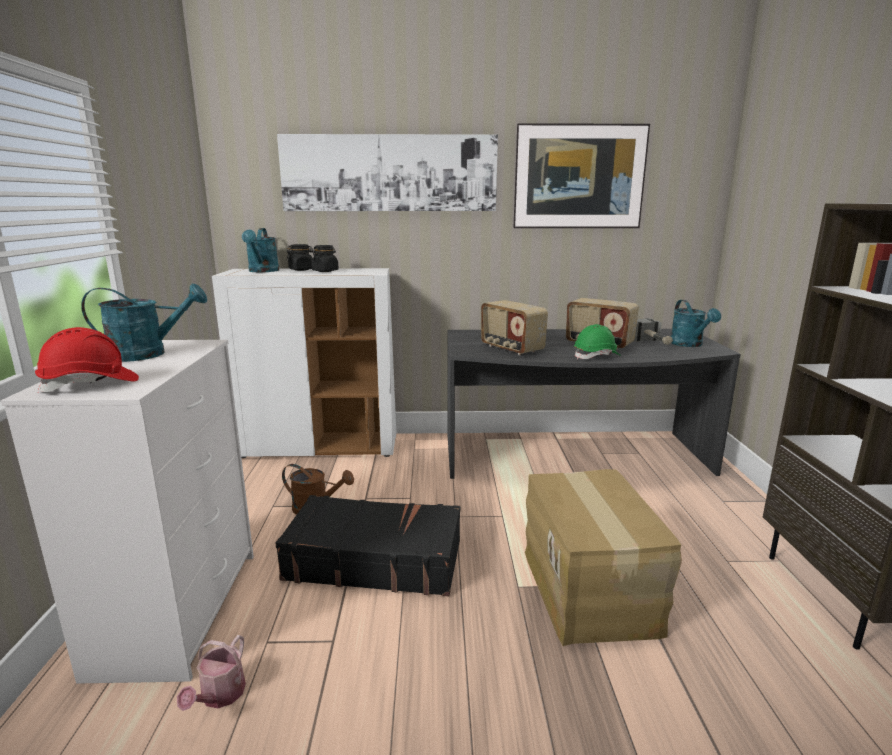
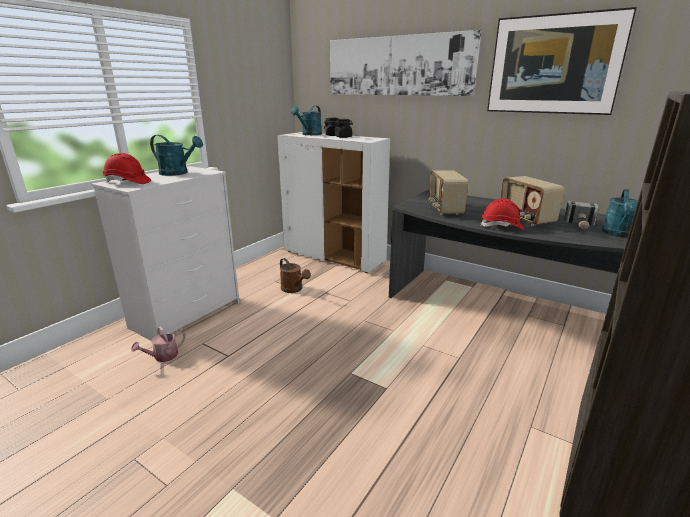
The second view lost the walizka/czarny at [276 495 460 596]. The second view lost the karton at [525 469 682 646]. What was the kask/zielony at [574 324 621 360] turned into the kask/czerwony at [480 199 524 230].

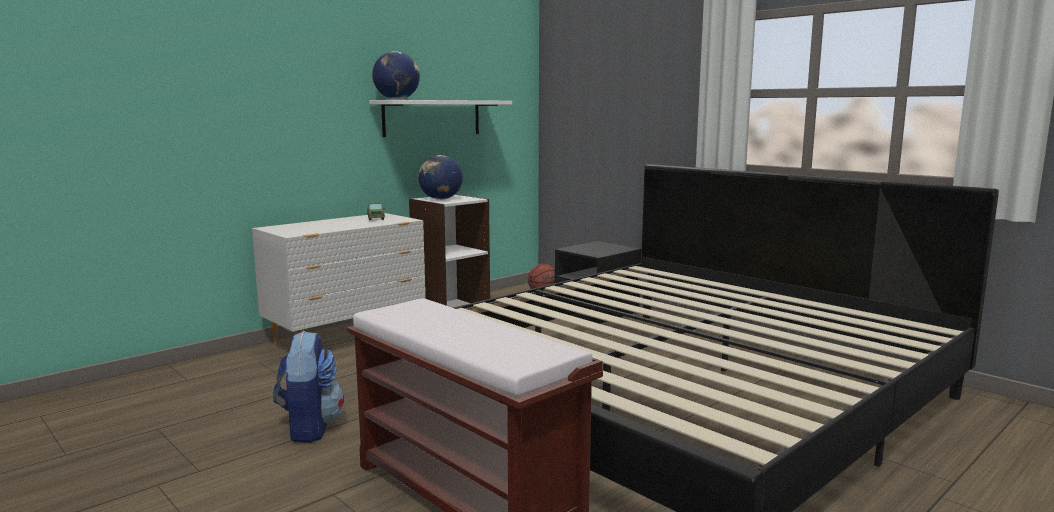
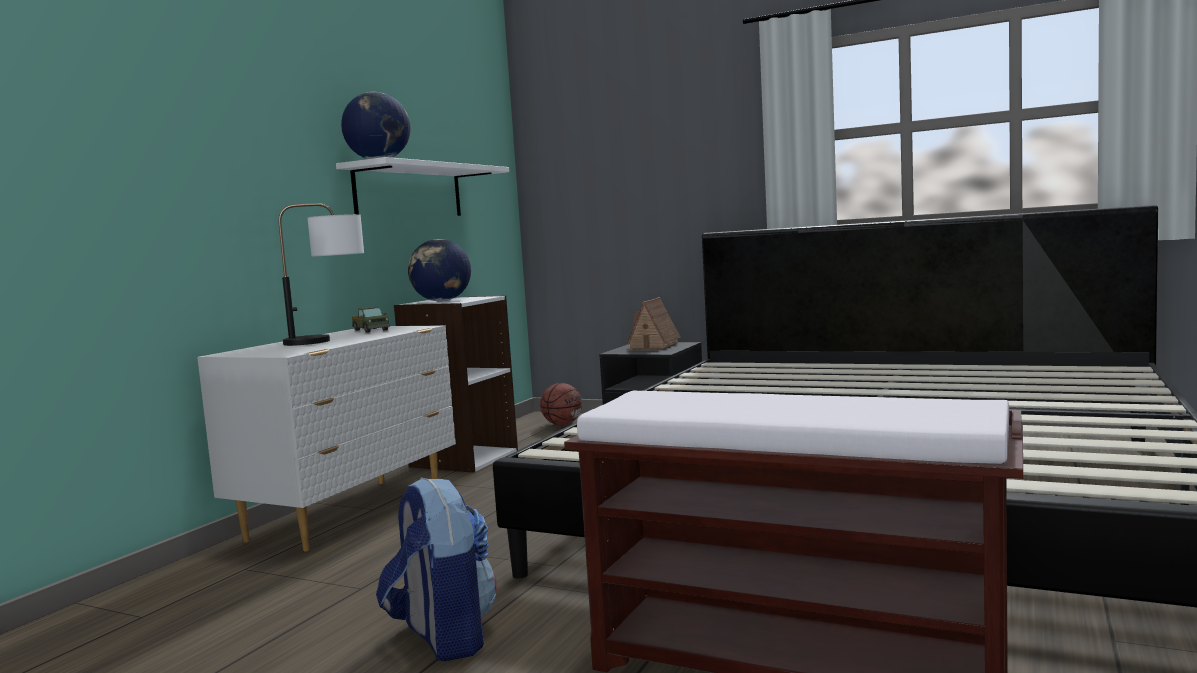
The second view gained the lampa stołowa at [278 203 364 346]. The second view gained the domek at [627 297 681 350].

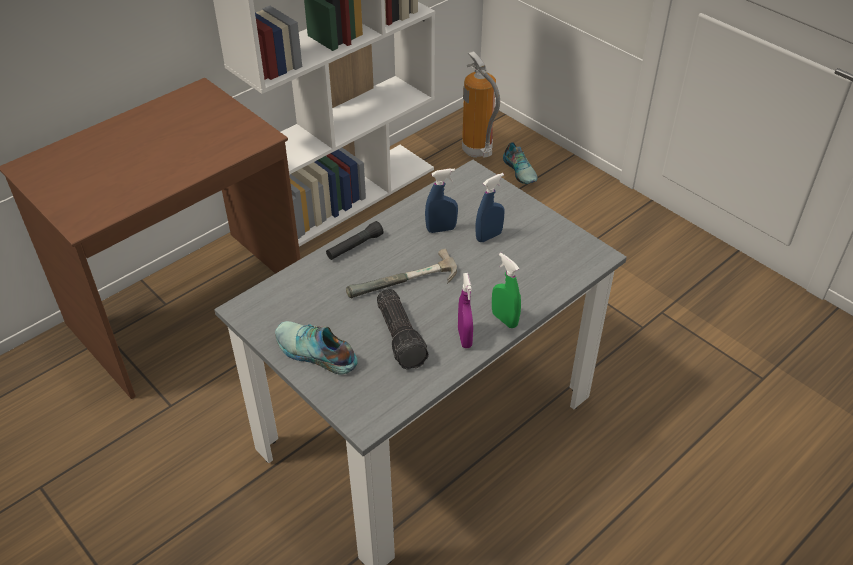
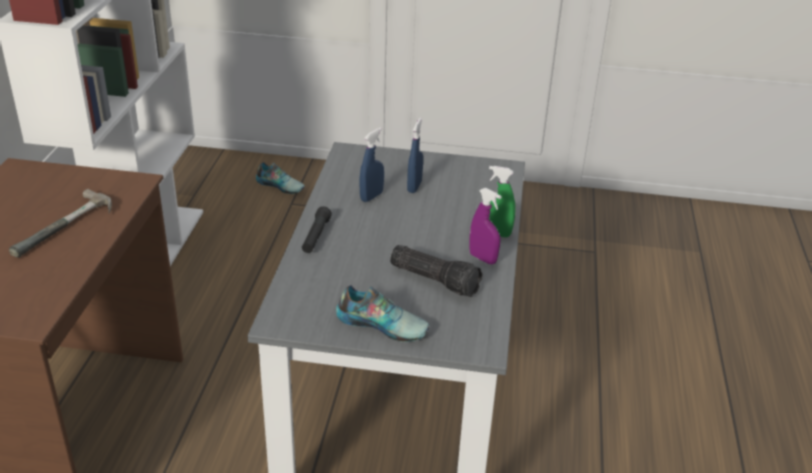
The but at [275 321 357 375] ended up facing another way, 150 degrees counterclockwise from before. The młotek ended up elsewhere, having gone from [346 249 457 298] to [9 189 112 258]. The second view lost the gaśnica at [462 51 500 158].

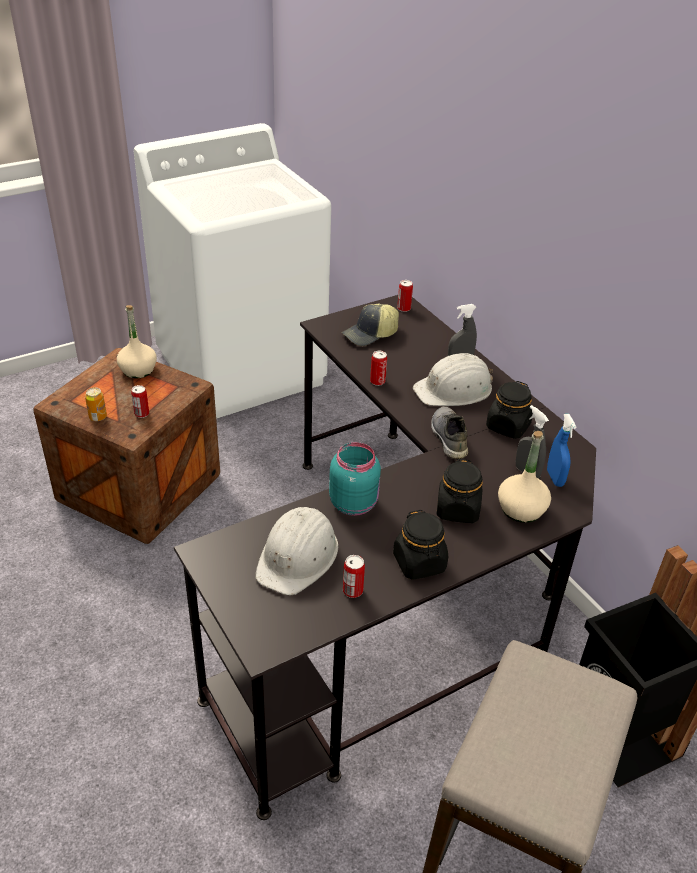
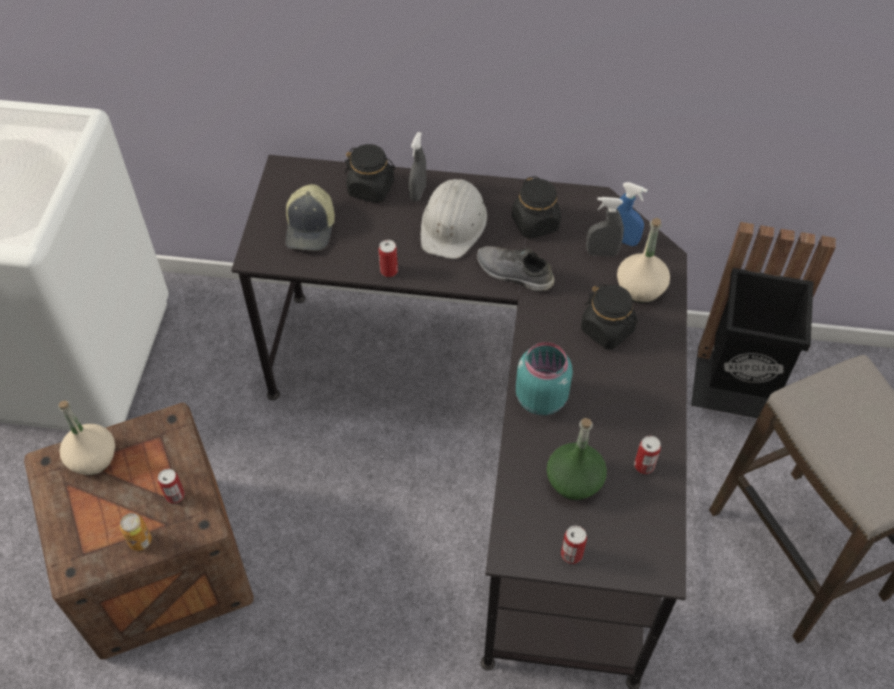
Where the kask/biały stood at [255 507 338 595], the butelka/zielony came to stand at [547 418 607 500]. The słoik/czarny ended up elsewhere, having gone from [393 510 448 580] to [345 144 396 203]. The puszka ended up elsewhere, having gone from [397 280 413 312] to [561 525 587 564].

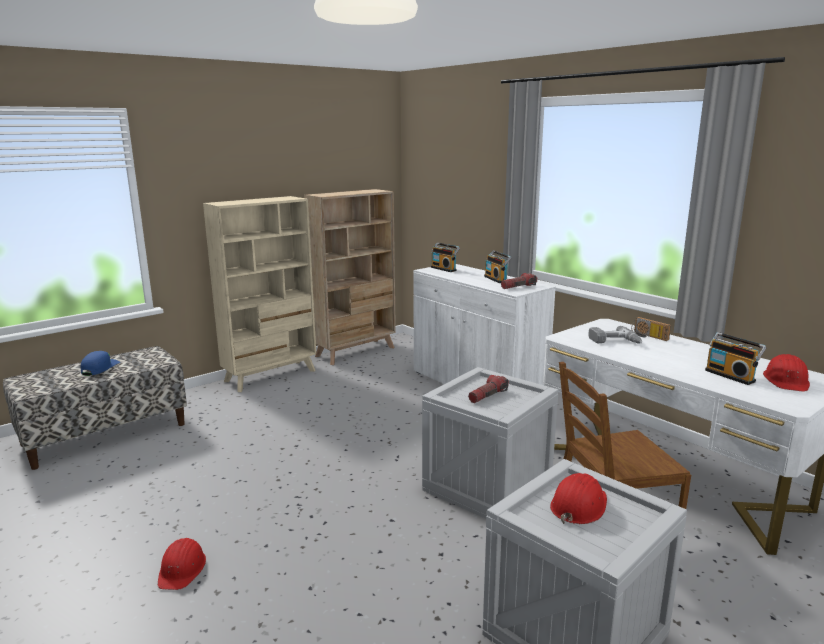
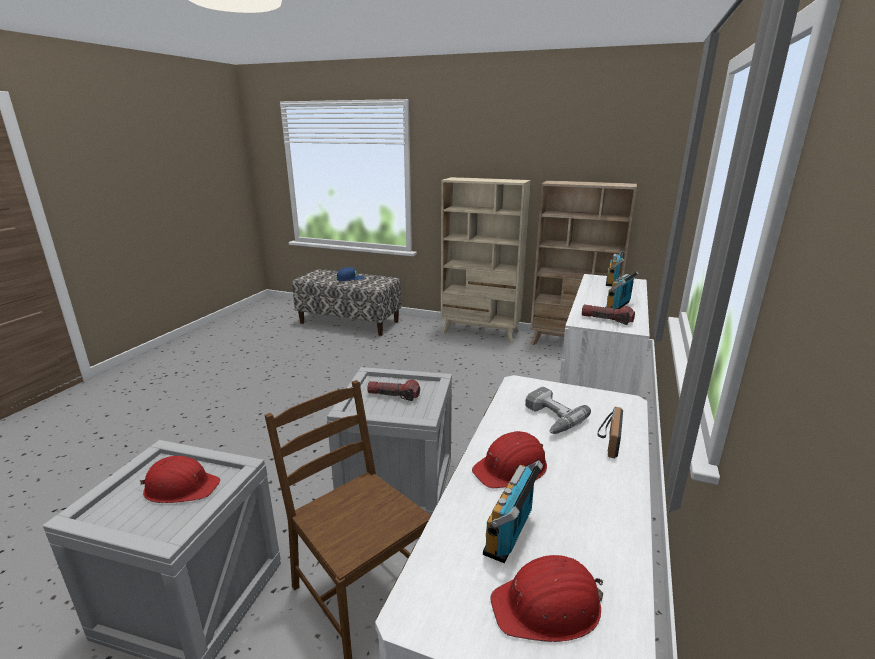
The kask/czerwony ended up elsewhere, having gone from [158 538 206 590] to [472 431 547 488].

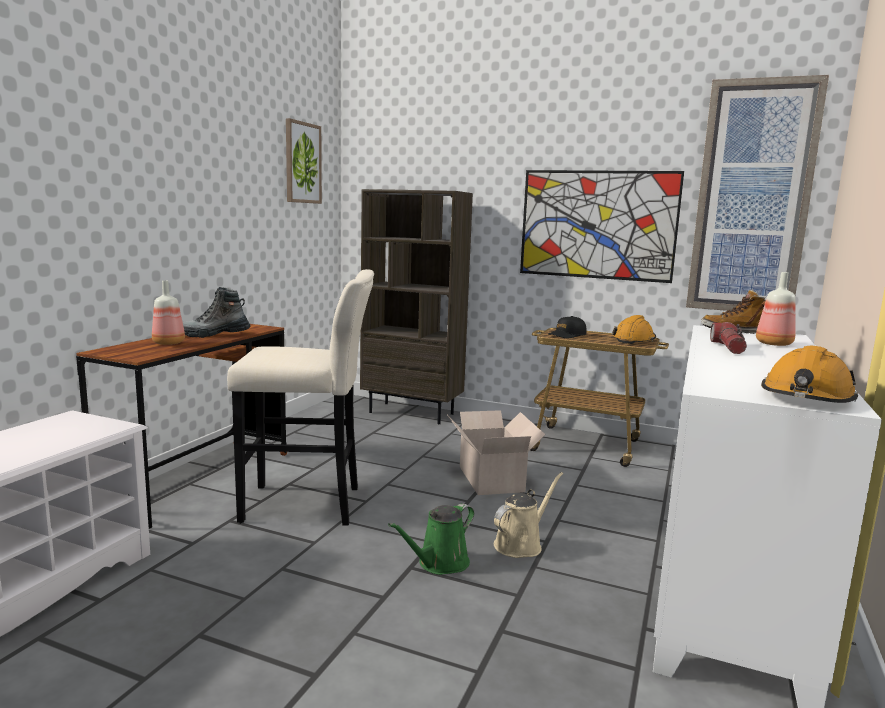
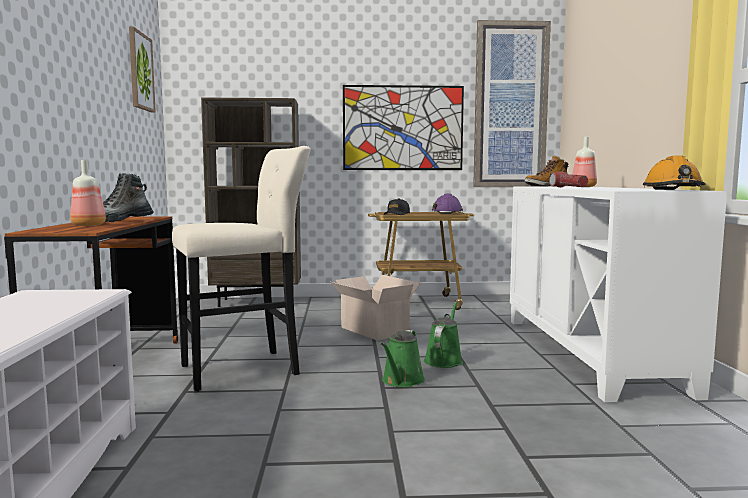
What was the konewka/beżowy at [494 472 563 558] turned into the konewka/zielony at [424 302 463 368]. What was the kask/pomarańczowy at [612 315 656 344] turned into the kask/fioletowy at [432 194 463 214].

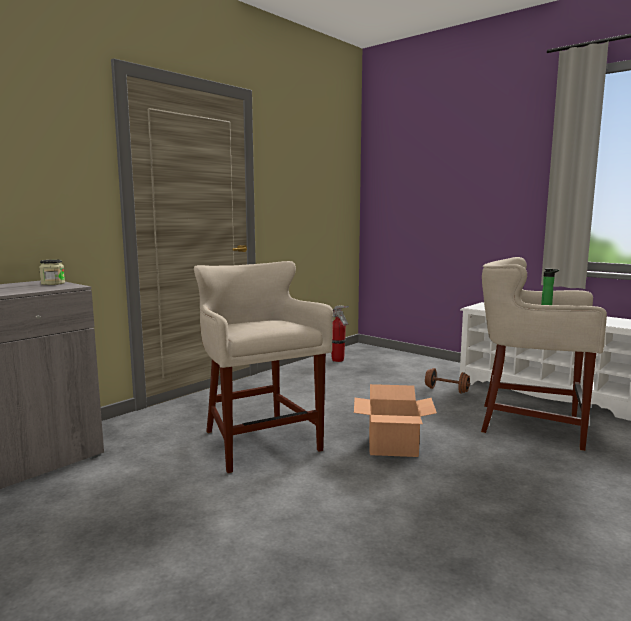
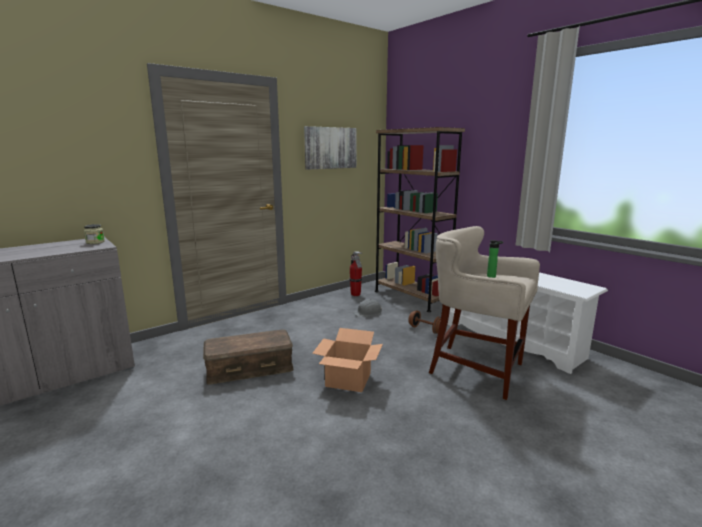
Where the stołek/beżowy stood at [194 261 333 473], the pojemnik do przechowywania/brązowy came to stand at [203 329 294 385]. The second view gained the obraz at [304 126 356 170]. The second view gained the kask/szary at [353 299 382 317]. The second view gained the regał/brązowy at [375 127 465 312].

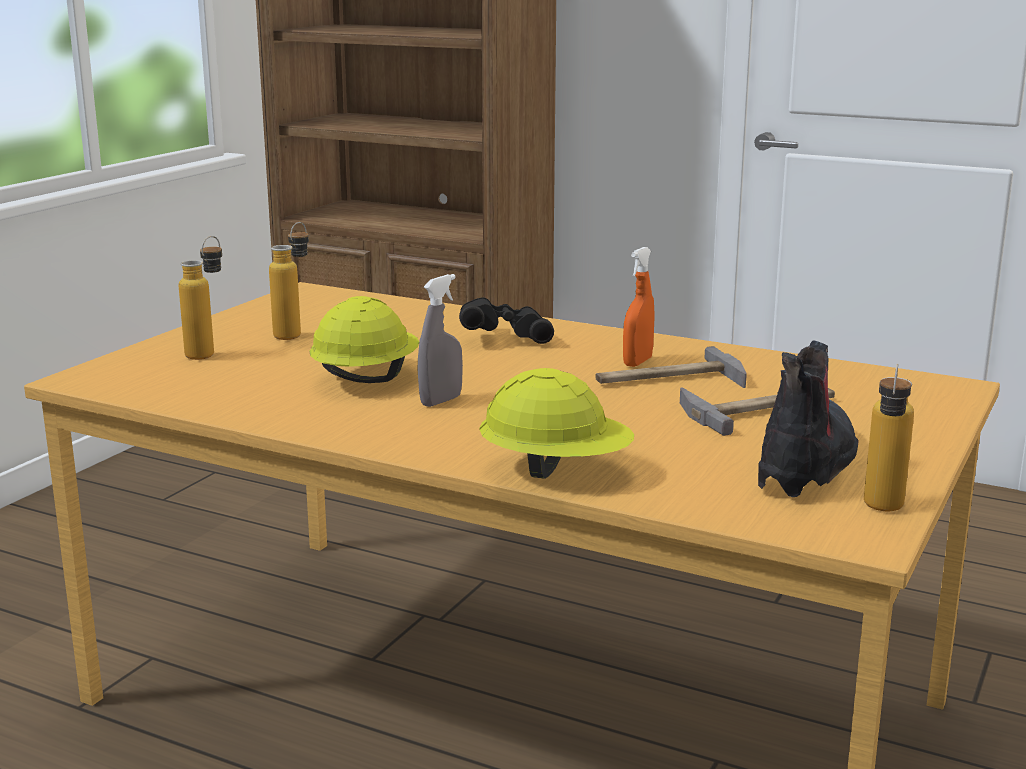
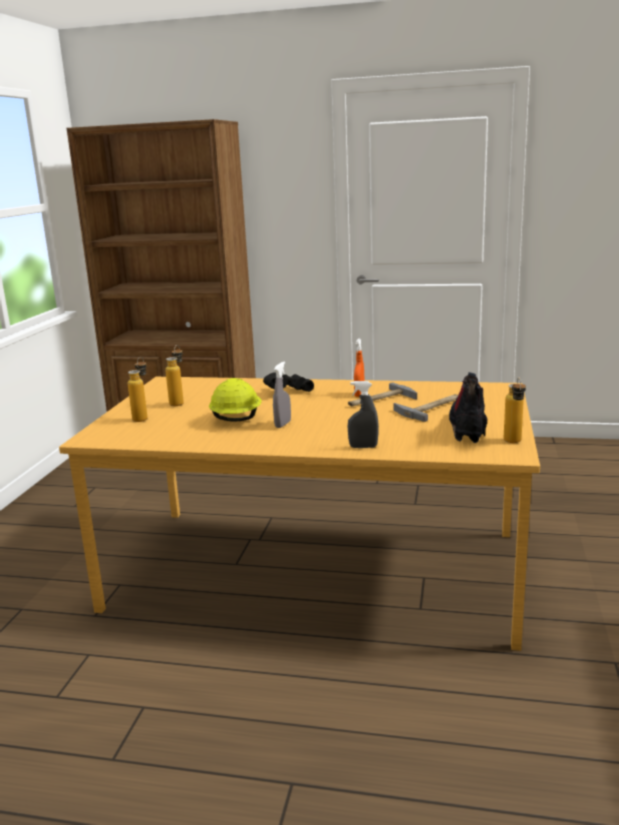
Where the kask/żółty stood at [479 368 634 479], the spryskiwacz/szary came to stand at [347 381 379 448].

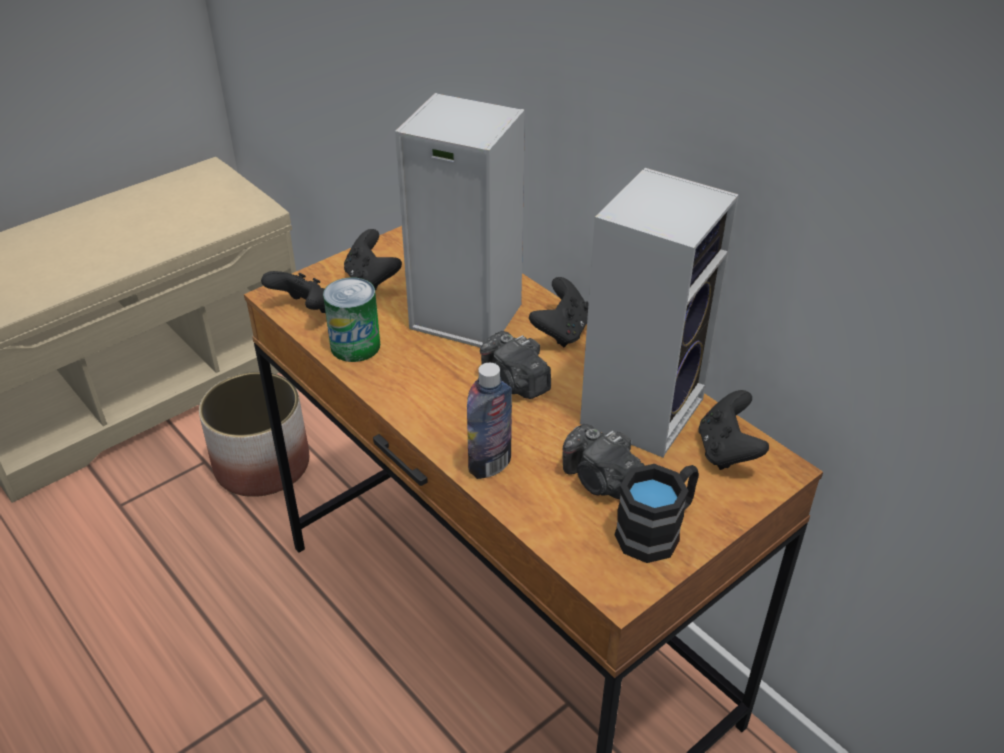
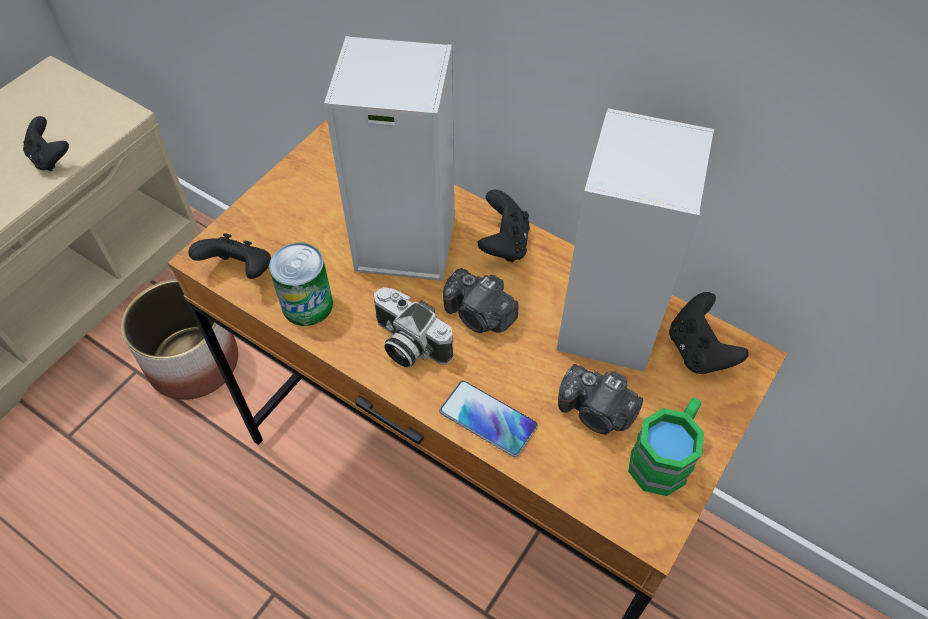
The pad do gier/czarny ended up elsewhere, having gone from [344 229 402 290] to [23 116 69 171]. Where the butelka stood at [467 363 512 479], the telefon came to stand at [439 381 538 457]. What was the kubek/czarny at [614 464 699 563] turned into the kubek/zielony at [628 398 704 496]. The second view gained the aparat fotograficzny at [374 287 453 367].

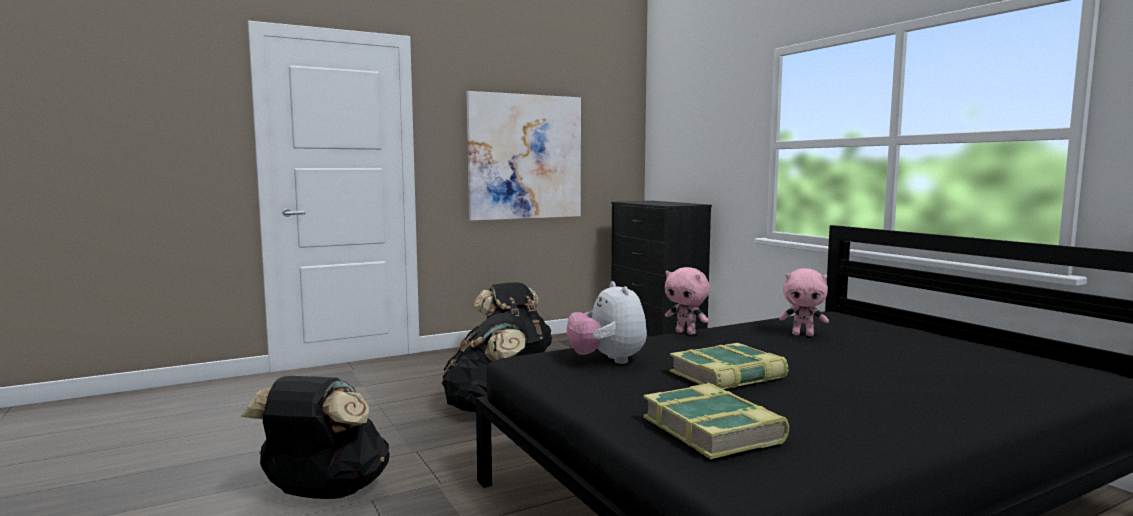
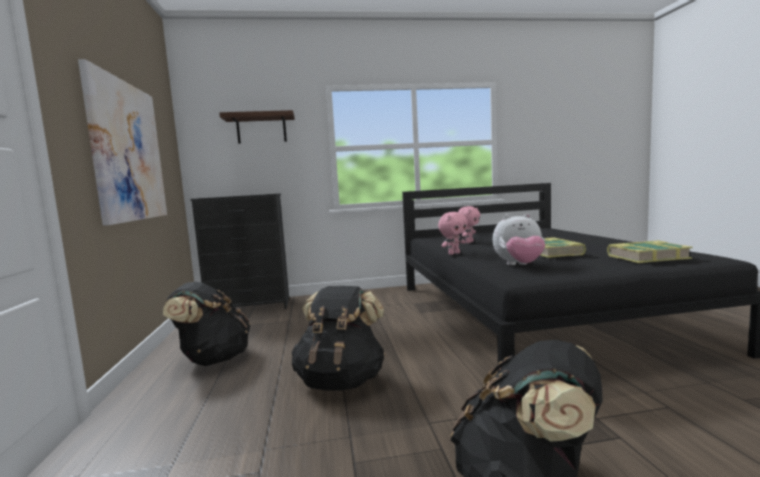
The second view gained the półka at [219 110 295 144].

